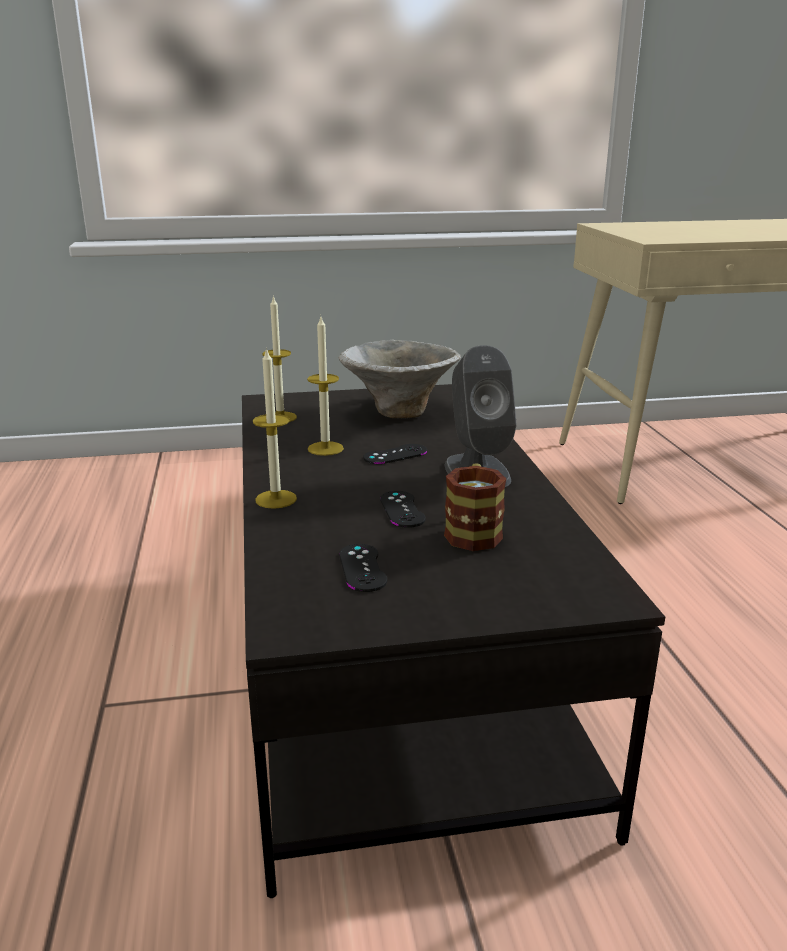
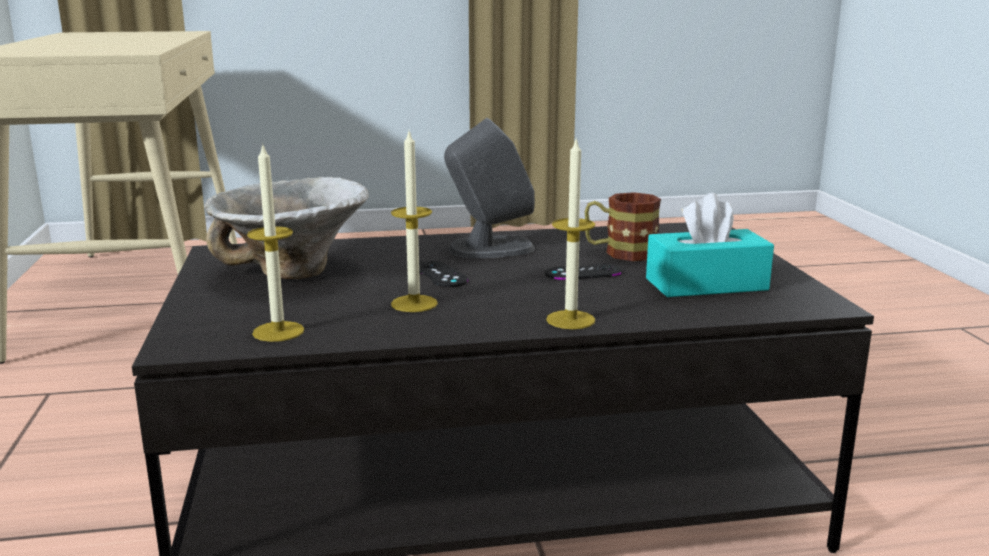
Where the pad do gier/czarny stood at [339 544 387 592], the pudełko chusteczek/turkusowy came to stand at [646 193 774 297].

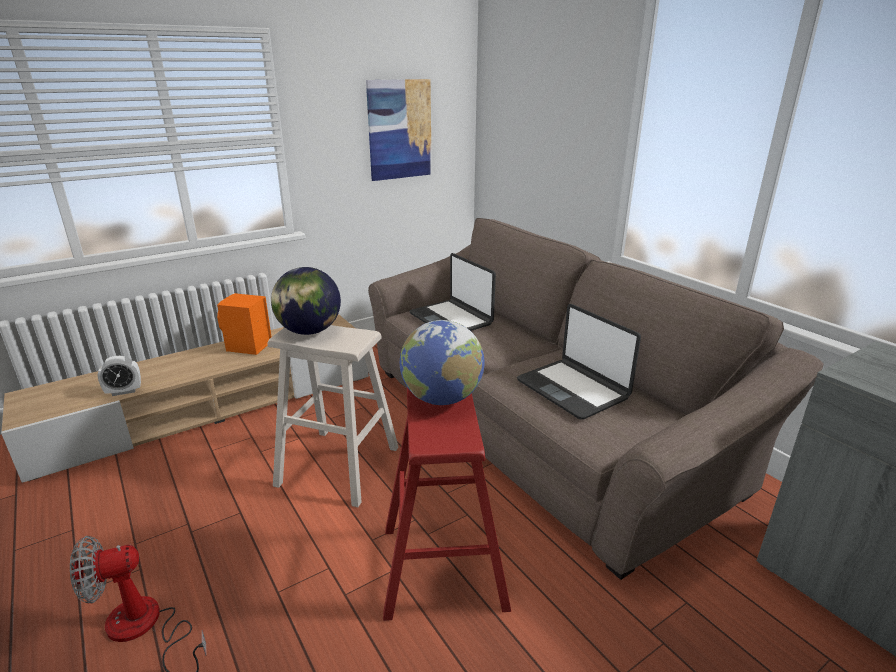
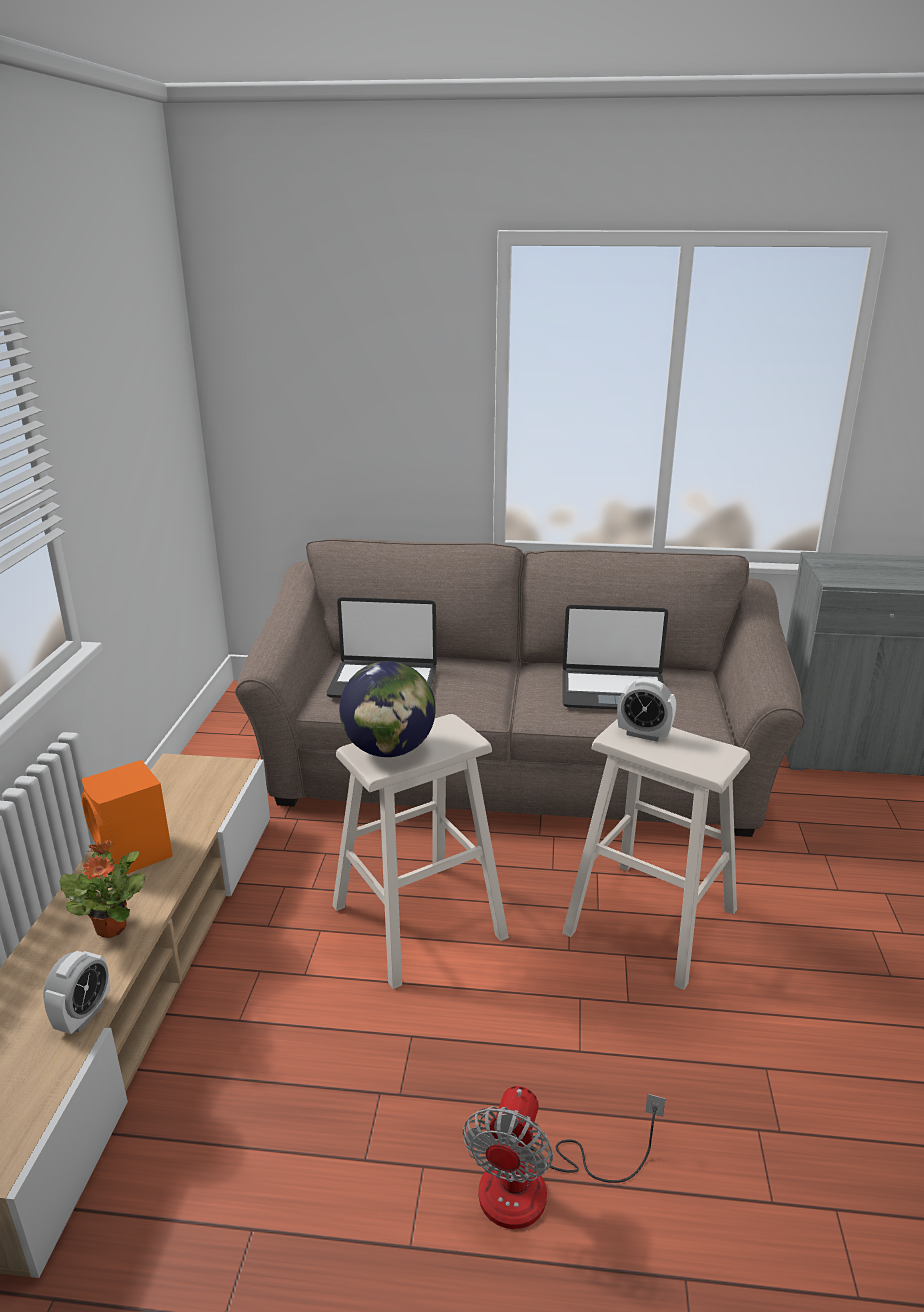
The second view lost the obraz at [366 79 432 181]. What was the stołek/czerwony at [383 387 511 621] turned into the stołek/beżowy at [562 719 750 990]. Where the globus stood at [400 320 484 405], the budzik came to stand at [617 678 676 742]. The second view gained the roślina doniczkowa at [60 840 145 938].

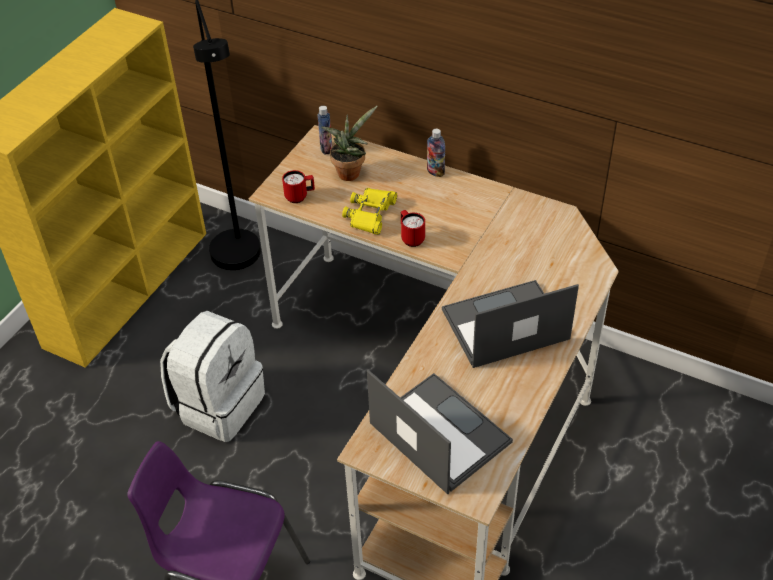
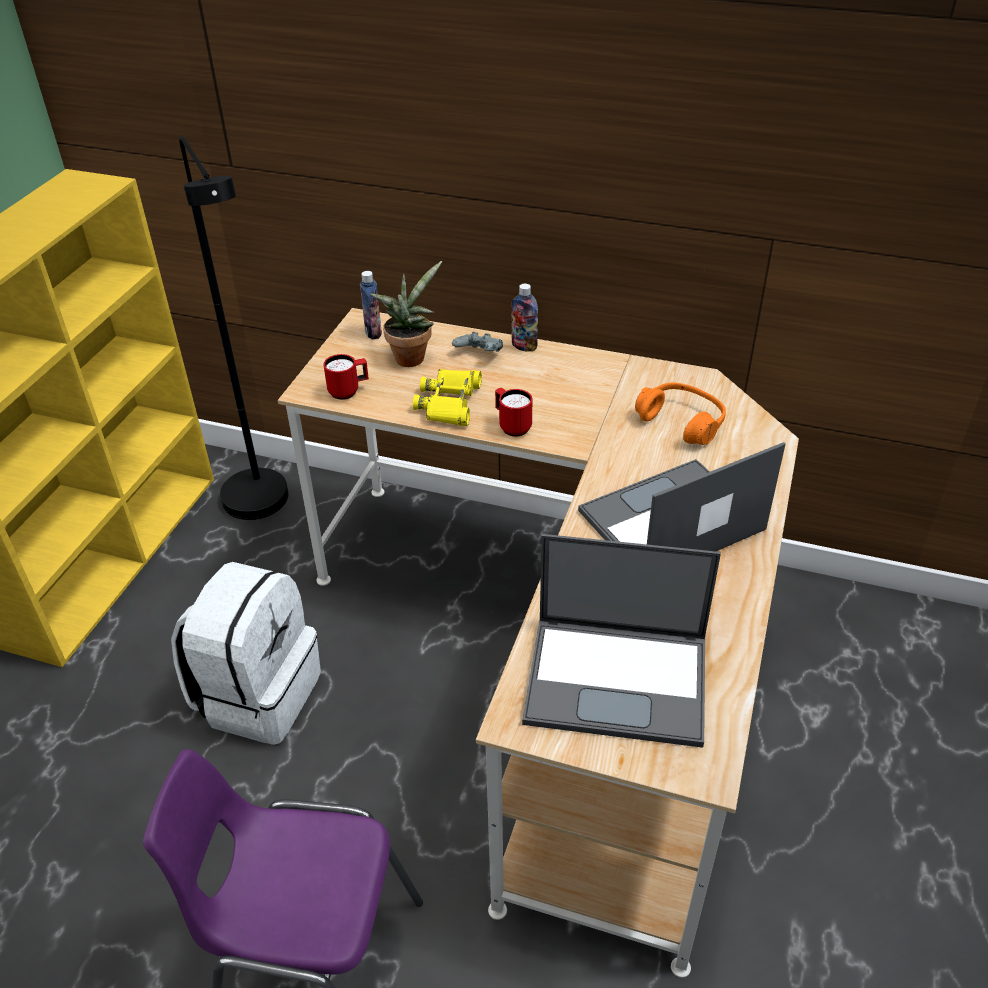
The laptop at [367 370 513 494] ended up facing another way, 150 degrees clockwise from before. The second view gained the pad do gier/szary at [452 332 503 352]. The second view gained the słuchawki/pomarańczowy at [635 383 726 445].

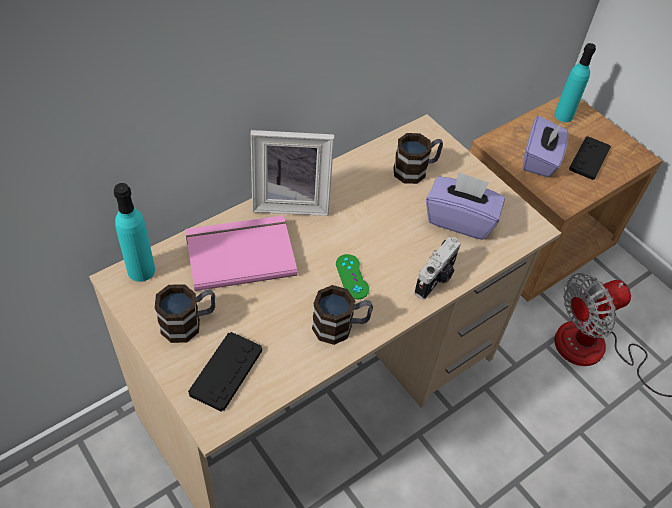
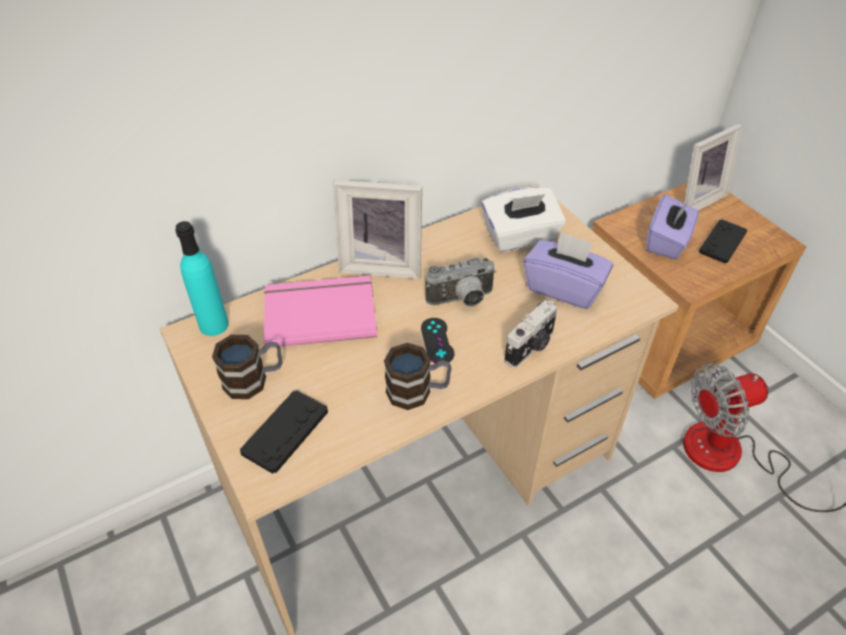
What was the pad do gier/zielony at [336 254 369 300] turned into the pad do gier/czarny at [421 318 454 363]. Where the kubek stood at [393 133 443 184], the pudełko chusteczek/biały came to stand at [482 186 566 252]. Where the butelka/turkusowy stood at [554 43 596 122], the ramka na zdjęcie came to stand at [684 124 742 211]. The second view gained the aparat fotograficzny at [425 258 496 306].

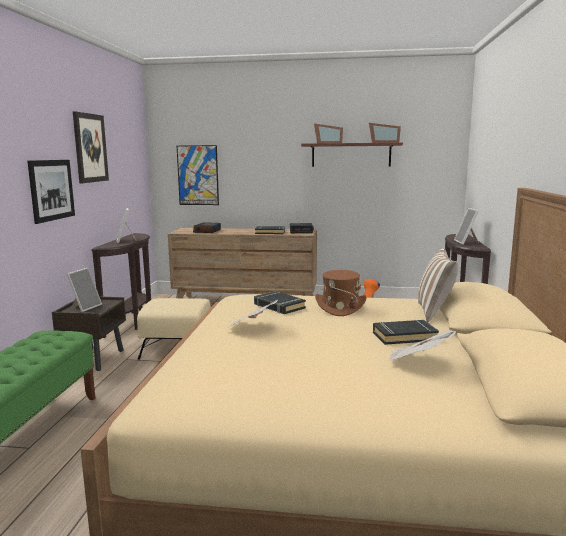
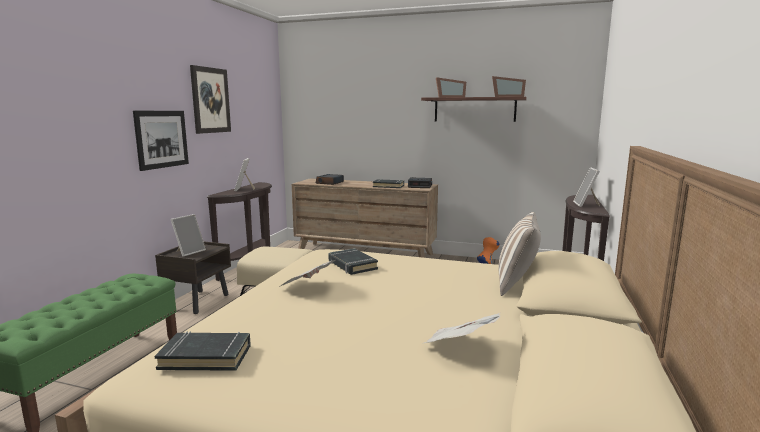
The second view lost the obraz at [177 145 219 205]. The second view lost the kapelusz/brązowy at [315 270 366 316]. The książka/czarny ended up elsewhere, having gone from [373 319 439 345] to [155 332 251 371].

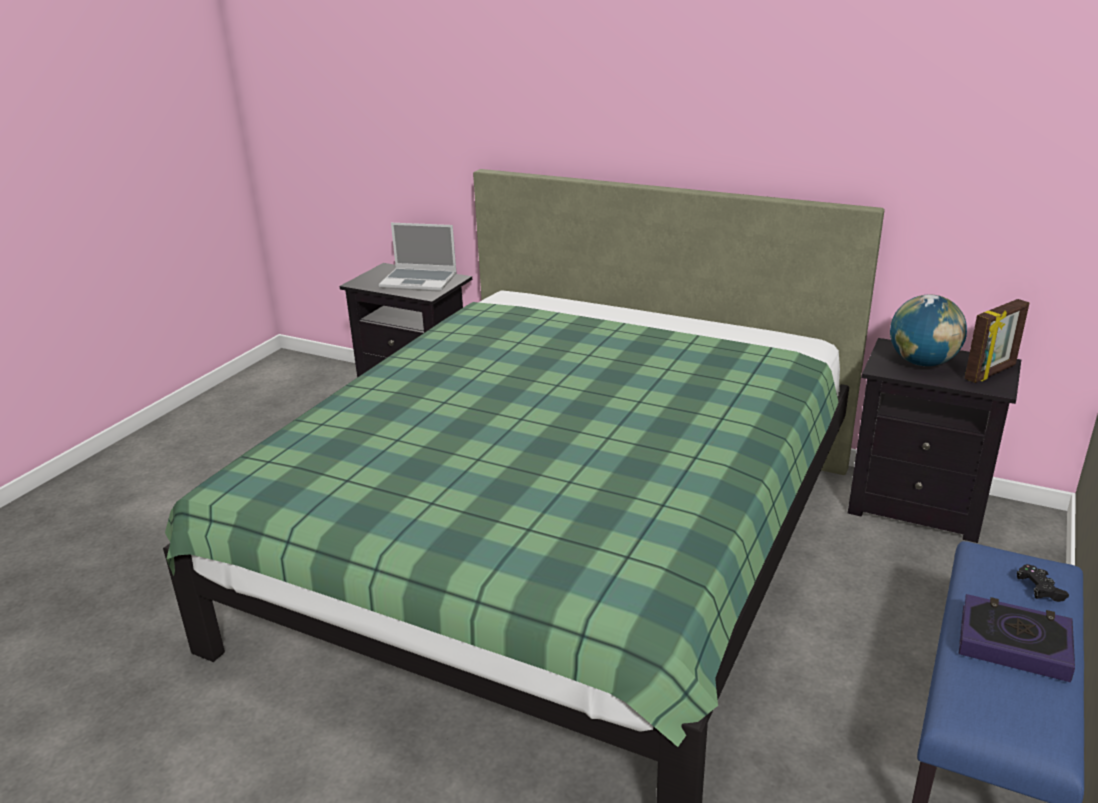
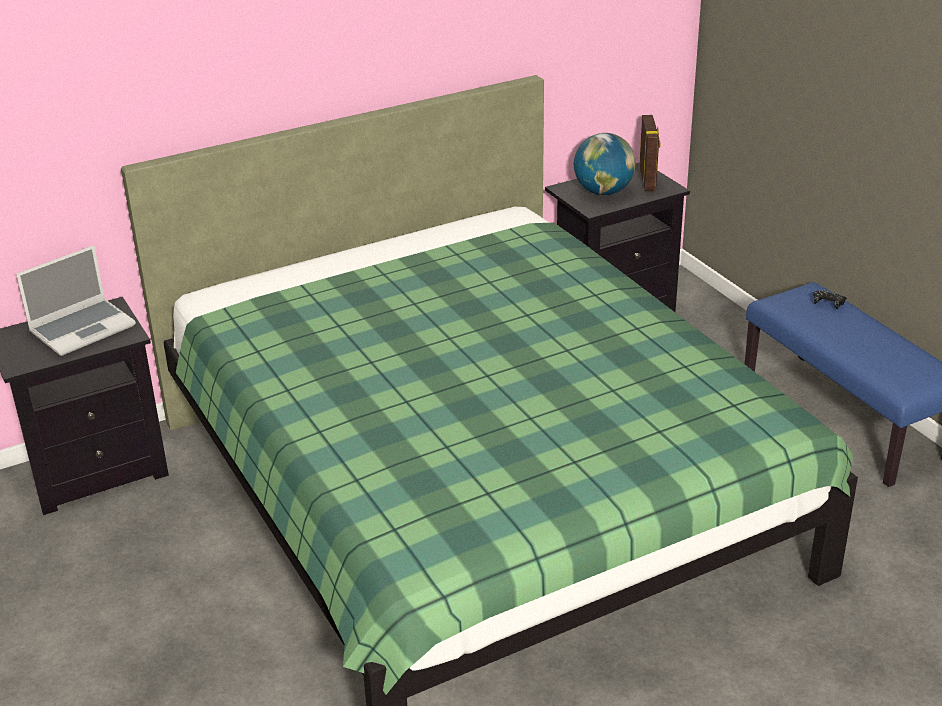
The second view lost the książka at [959 594 1075 682].

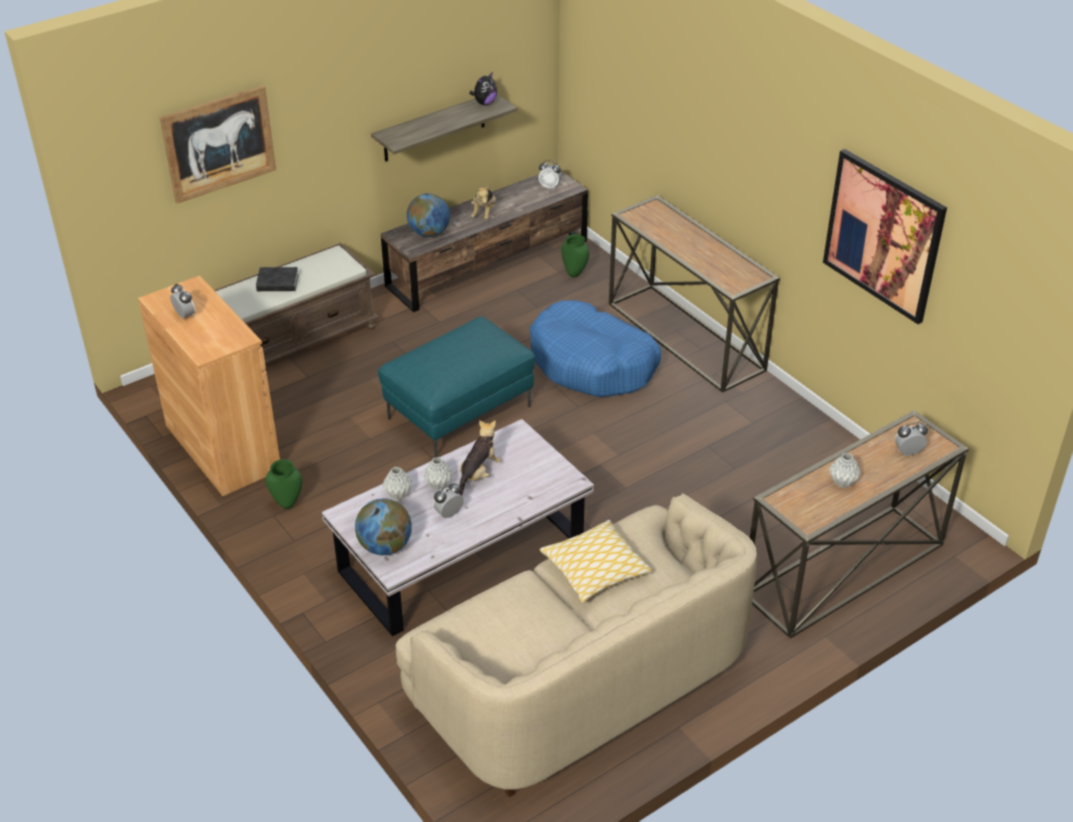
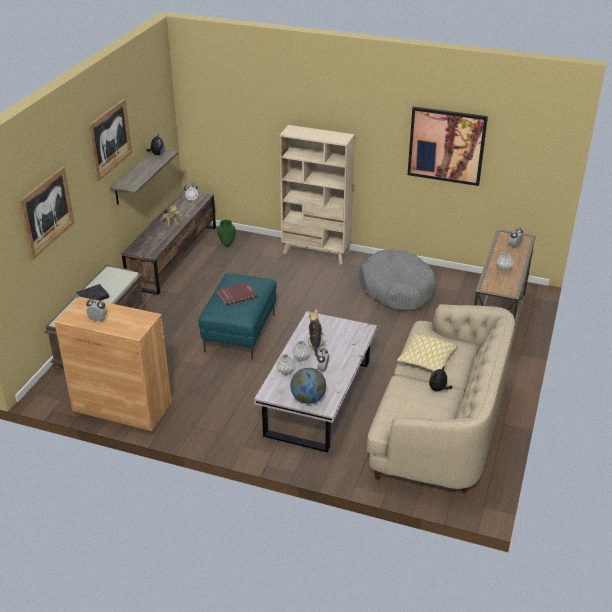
The second view lost the wazon/zielony at [266 459 303 509]. The second view lost the globus at [407 193 450 237]. The second view lost the legowisko/niebieski at [530 300 661 397]. Where the stolik konsolowy stood at [609 195 780 393], the regał/beżowy came to stand at [279 125 355 265]. The second view gained the obraz at [88 99 132 182]. The second view gained the książka/czerwony at [217 282 257 305]. The second view gained the legowisko/szary at [360 249 436 311]. The second view gained the pluszak at [429 366 453 392].

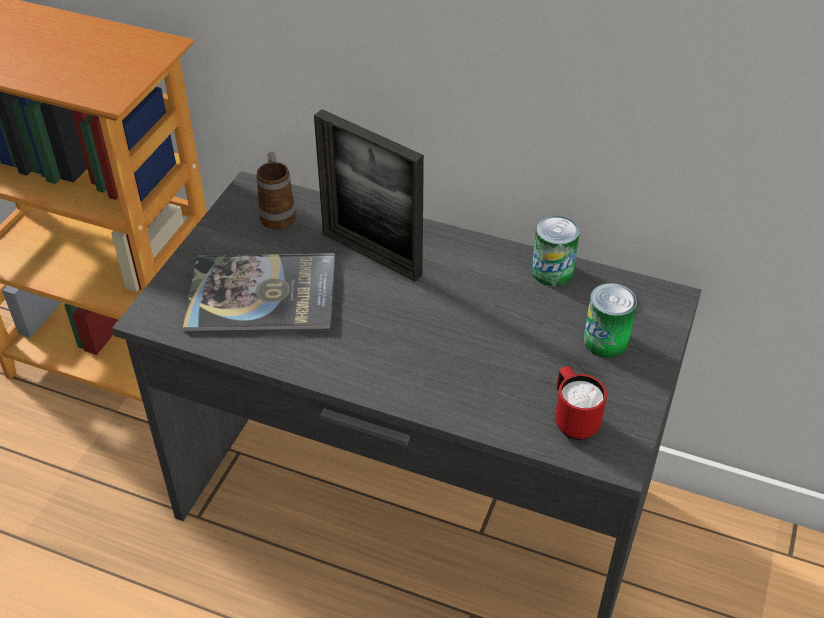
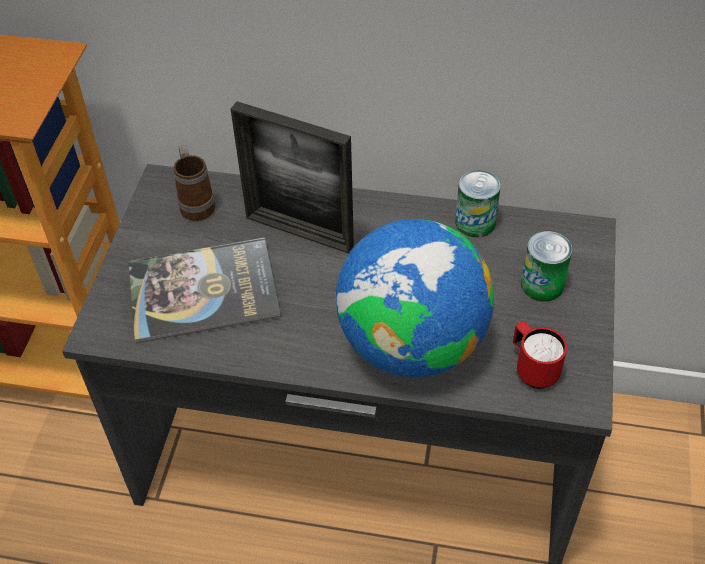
The second view gained the globus at [336 219 494 377].

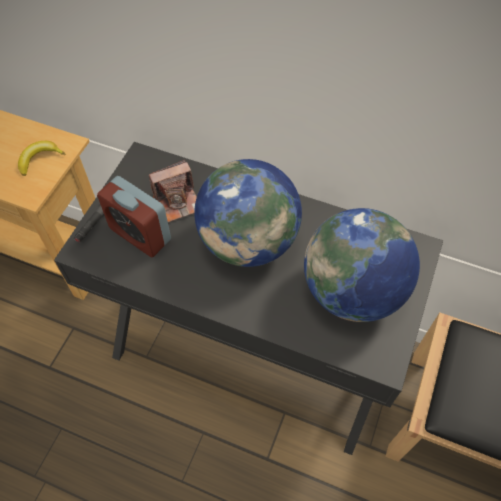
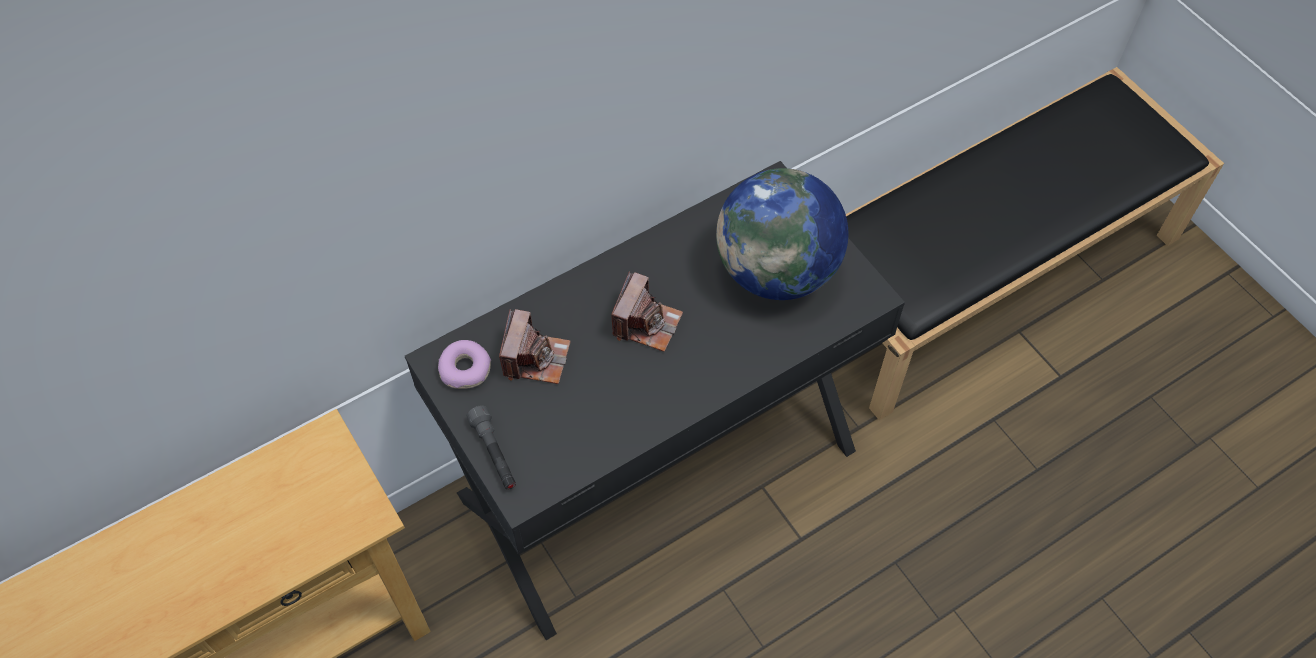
The second view lost the banan at [18 141 65 176]. The second view lost the budzik at [97 176 171 257]. Where the globus stood at [194 159 302 267], the aparat fotograficzny came to stand at [611 271 683 352]. The second view gained the donut at [438 340 491 389].

